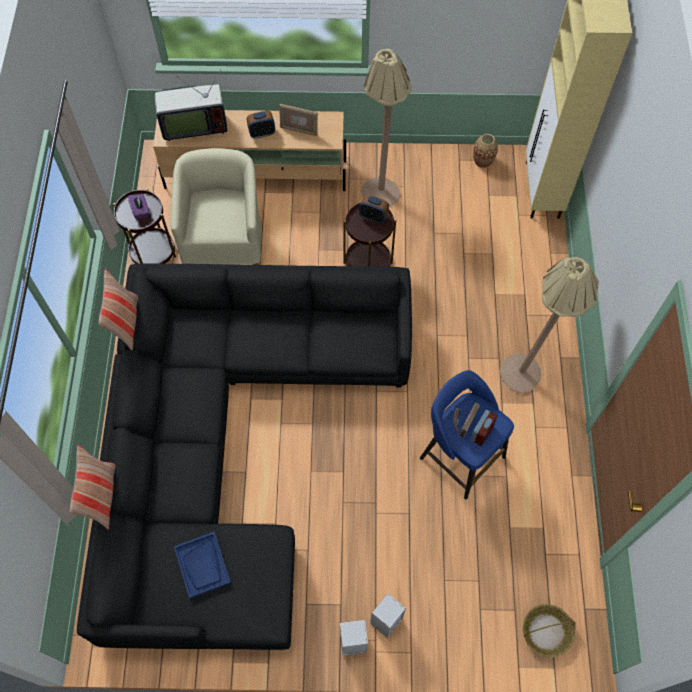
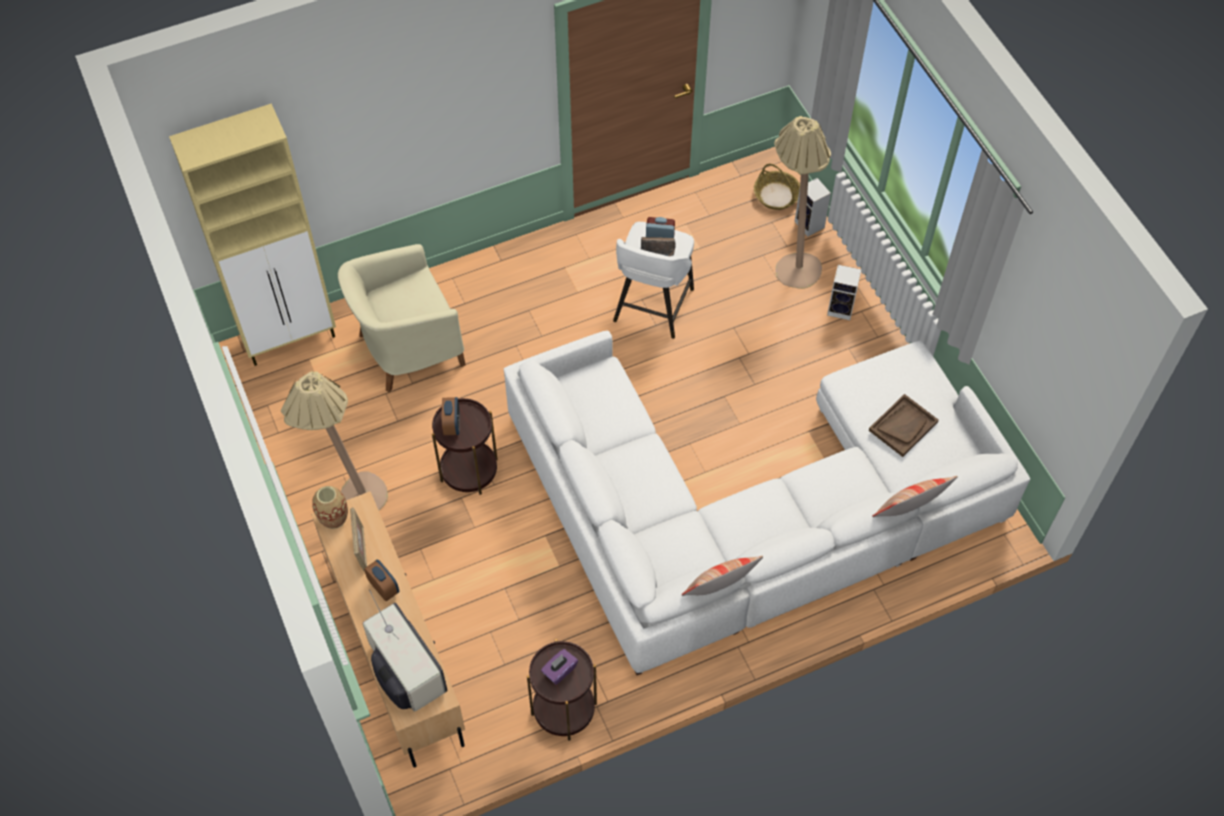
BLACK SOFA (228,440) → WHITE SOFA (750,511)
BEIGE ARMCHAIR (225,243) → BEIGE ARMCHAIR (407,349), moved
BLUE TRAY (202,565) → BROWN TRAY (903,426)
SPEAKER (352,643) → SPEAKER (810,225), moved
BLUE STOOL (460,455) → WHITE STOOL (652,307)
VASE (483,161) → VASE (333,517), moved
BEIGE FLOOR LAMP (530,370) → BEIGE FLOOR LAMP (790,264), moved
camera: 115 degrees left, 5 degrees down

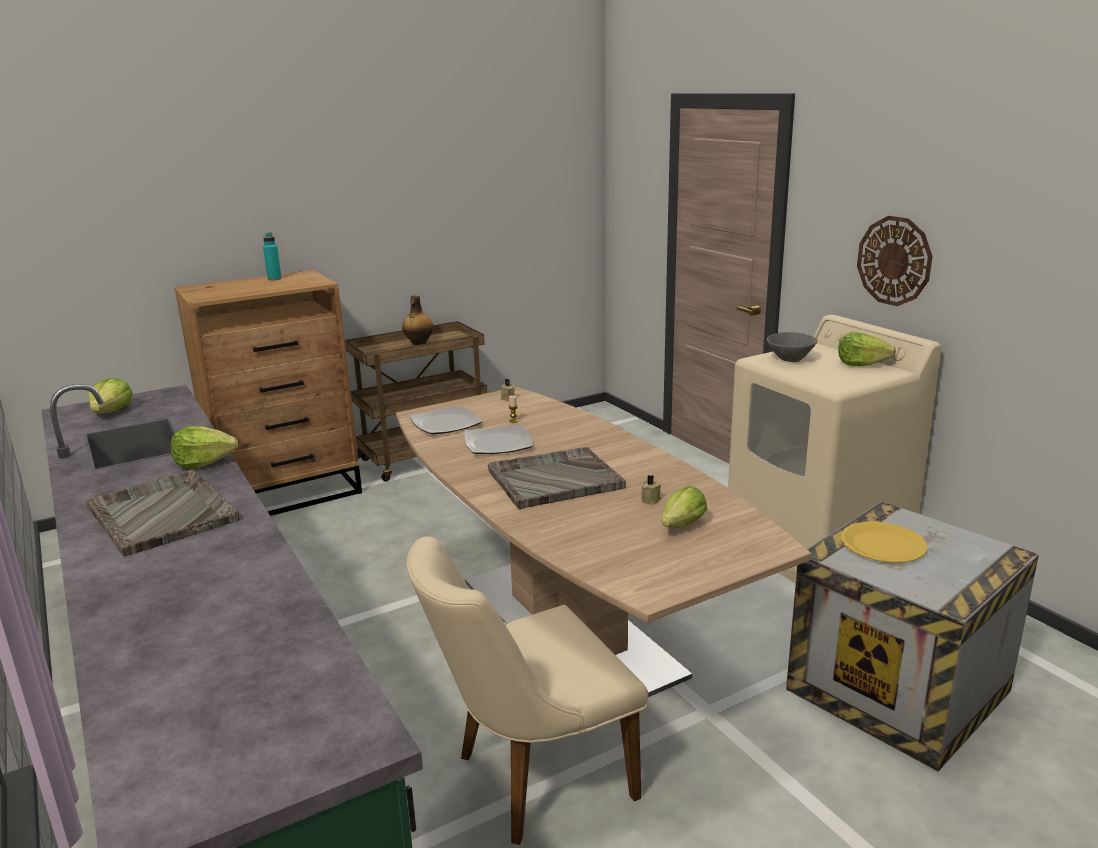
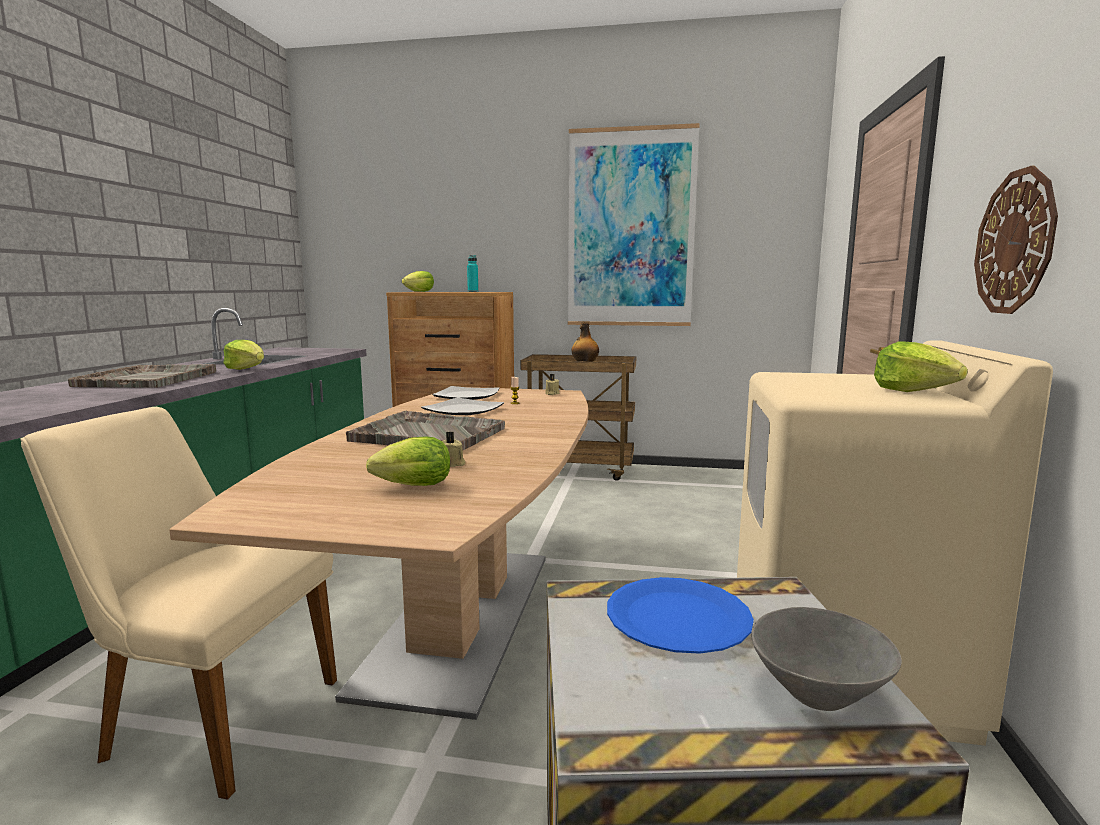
LETTUCE (112,412) → LETTUCE (419,291), moved
GREY BOWL (790,359) → GREY BOWL (816,693), moved
YELLOW PLATE (883,545) → BLUE PLATE (678,618)
- → PICTURE (630,229)
camera: 40 degrees right, 10 degrees down

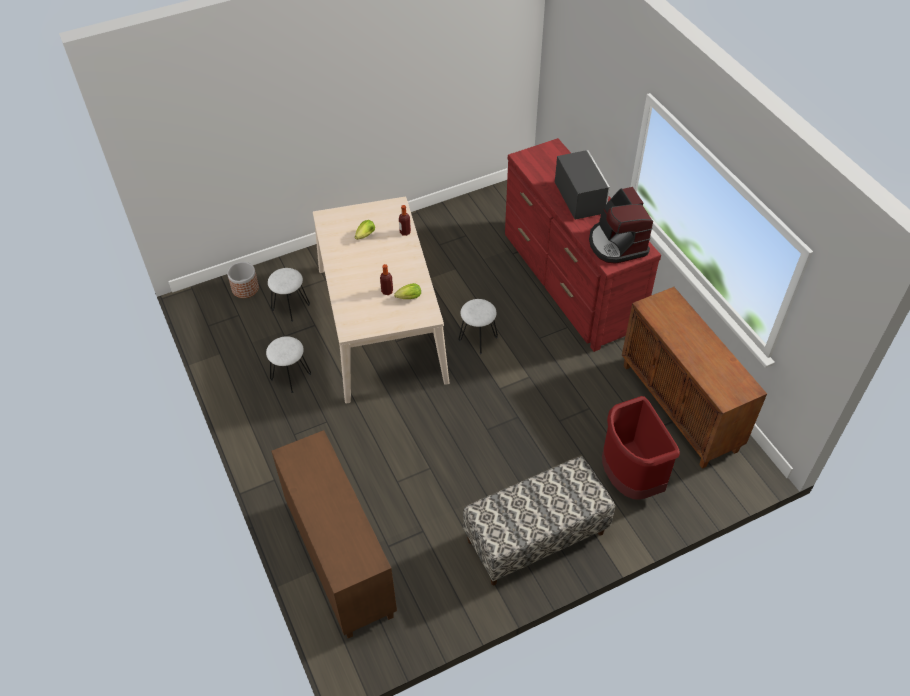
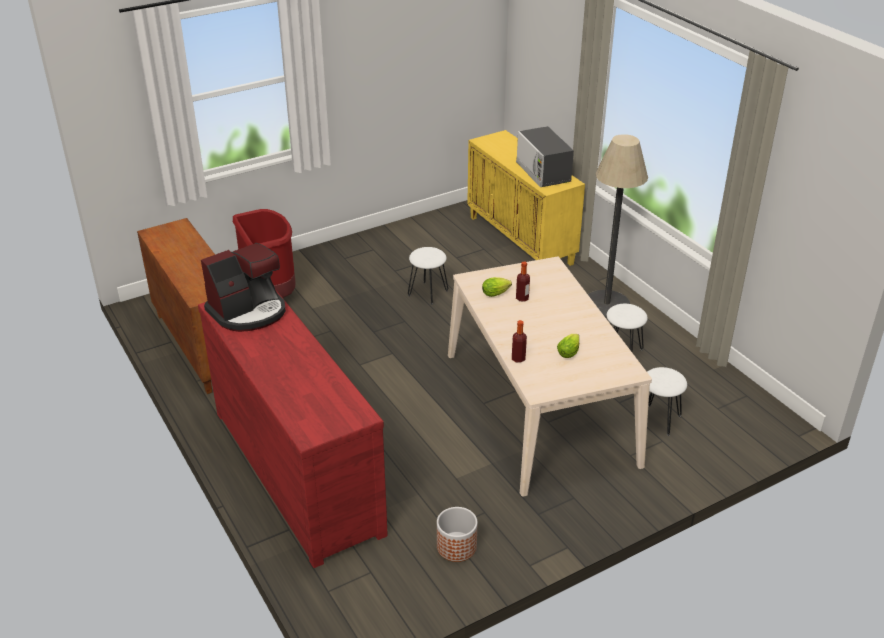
PLANTER (245,288) → PLANTER (456,547), moved
BROWN CABINET (339,560) → YELLOW CABINET (521,240)
WHITE STOOL (478,339) → WHITE STOOL (427,293), moved
BENCH (535,537) → -
MICROWAVE (579,198) → MICROWAVE (543,173), moved
COFFEE MACHINE (616,244) → COFFEE MACHINE (248,312), 75 degrees clockwise
- → FLOOR LAMP (607,304)
camera: 175 degrees right, 15 degrees down

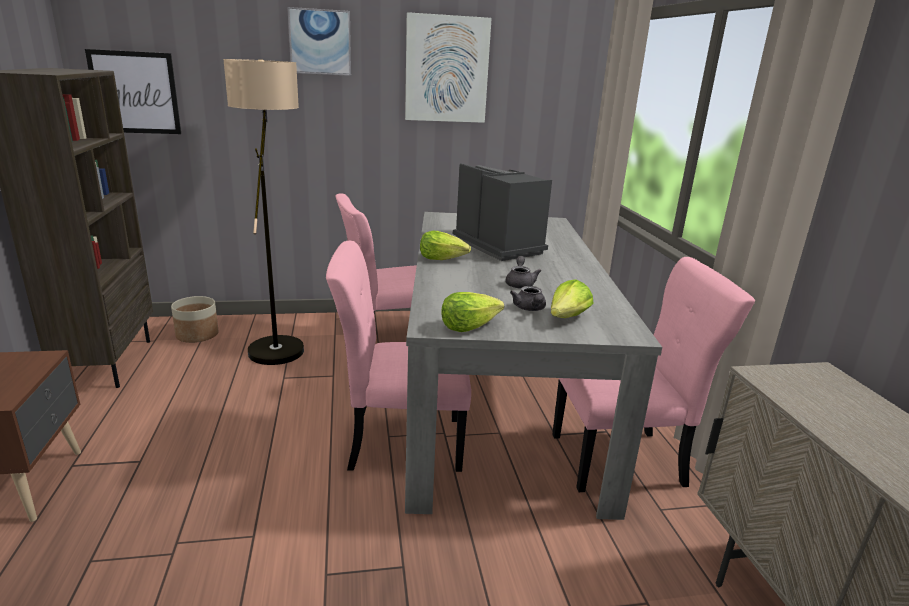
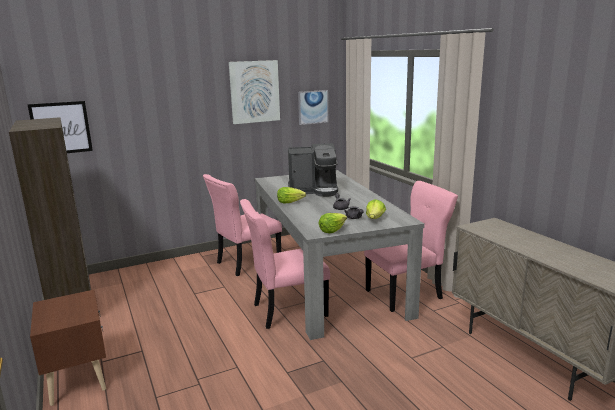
PLANTER (197,335) → -
FLOOR LAMP (279,342) → -
PICTURE (320,42) → PICTURE (313,107), moved
COFFEE MACHINE (499,246) → COFFEE MACHINE (314,190), 135 degrees clockwise
camera: 15 degrees left, 5 degrees down

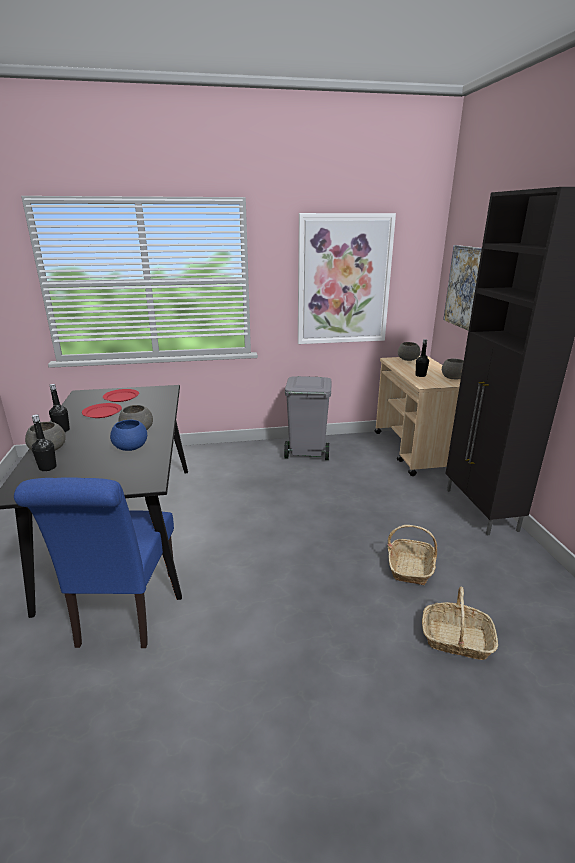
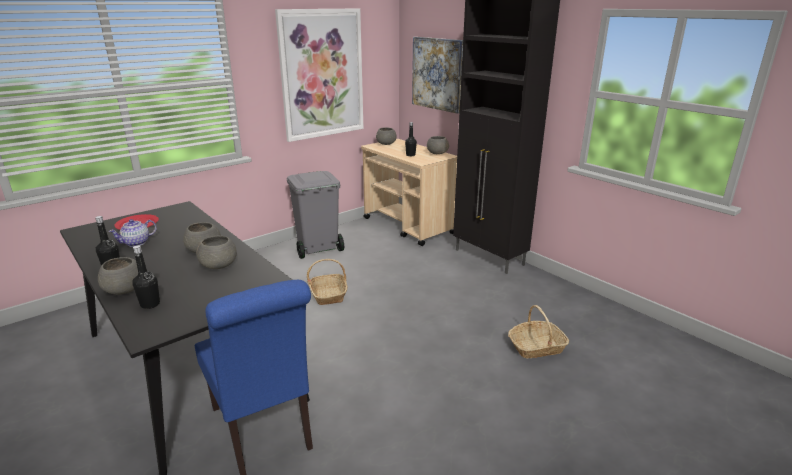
RED PLATE (102,412) → TEAPOT (136,243)
BLUE BOWL (131,448) → GREY BOWL (219,265)
BASKET (410,567) → BASKET (328,294), moved
camera: 30 degrees left, 0 degrees up

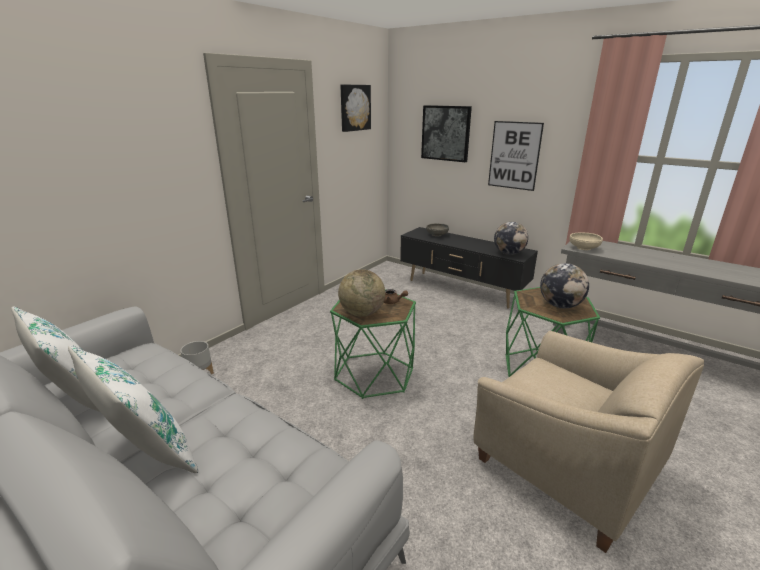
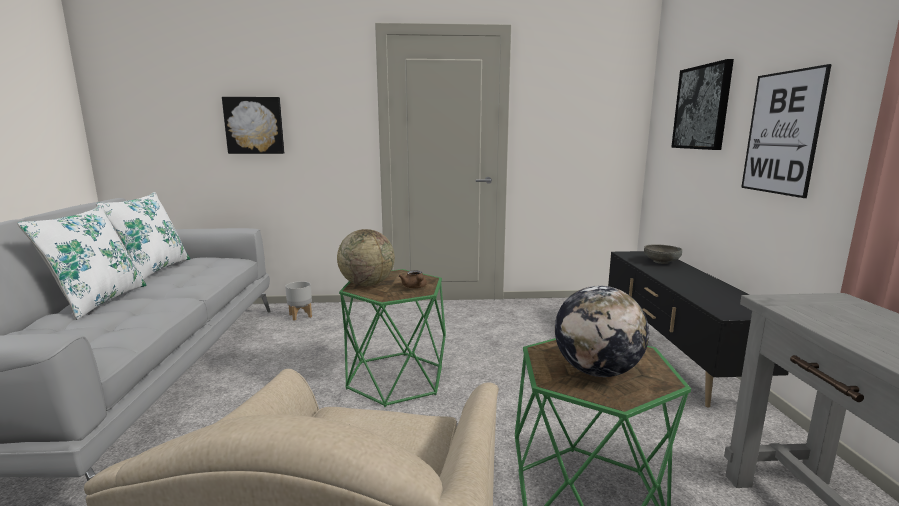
PICTURE (354,108) → PICTURE (254,125), moved
GLOBE (509,253) → -
BEIGE BOWL (584,248) → -
camera: 50 degrees right, 10 degrees down

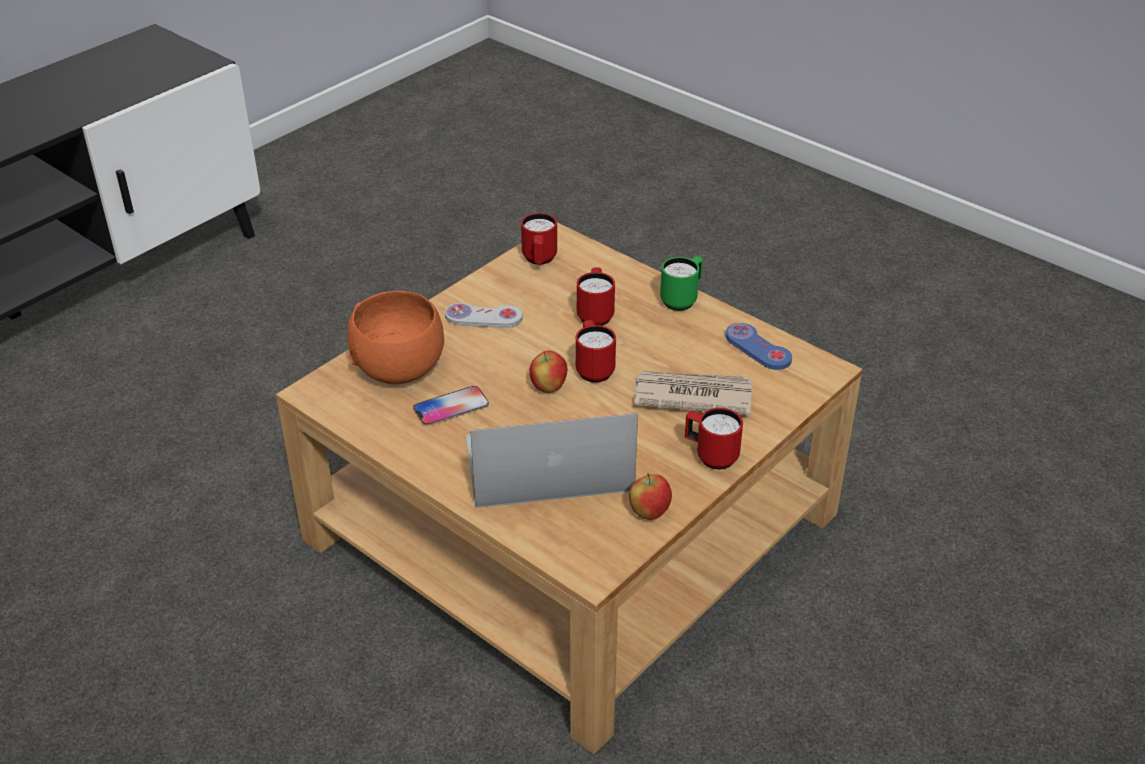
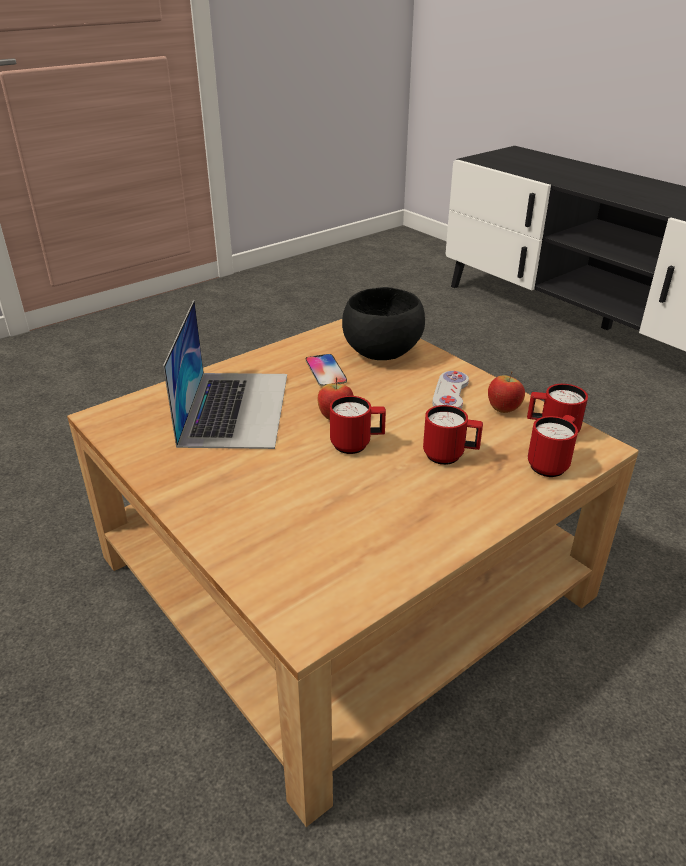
ORANGE BOWL (400,370) → BLACK BOWL (381,353)
APPLE (649,513) → APPLE (503,410), moved
NEWSPAPER (691,395) → -
GREEN MUG (682,299) → -
RED MUG (710,456) → RED MUG (550,464), moved
BLUE GAME CONTROLLER (758,348) → -
camera: 100 degrees right, 5 degrees down

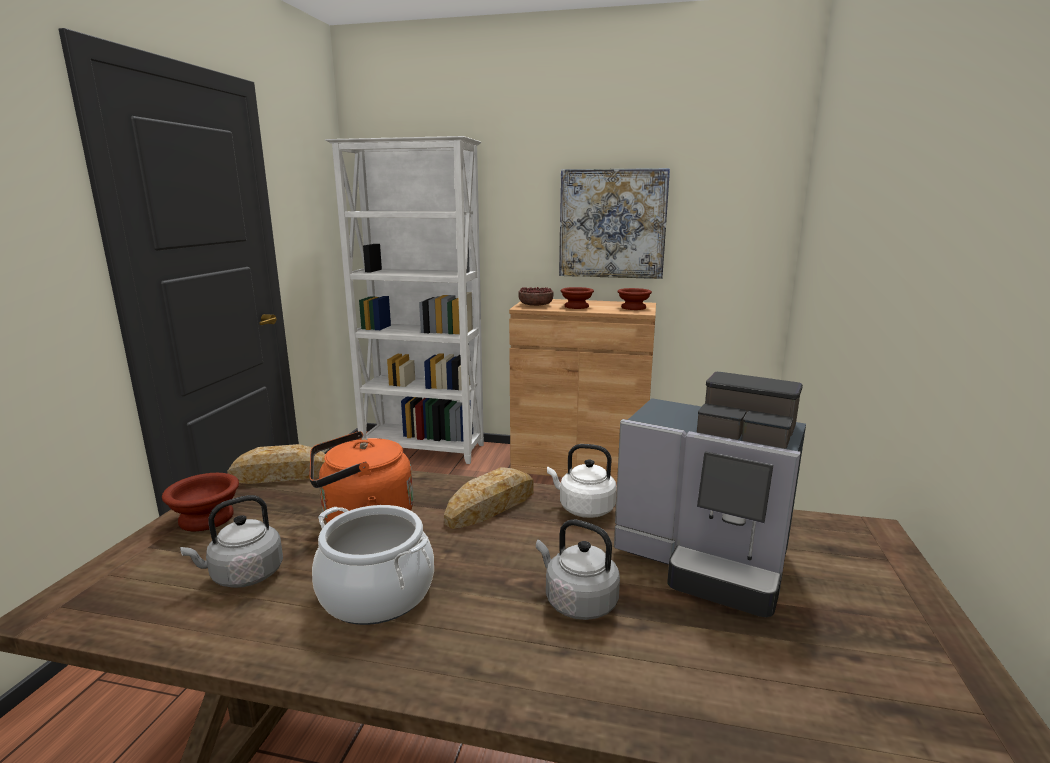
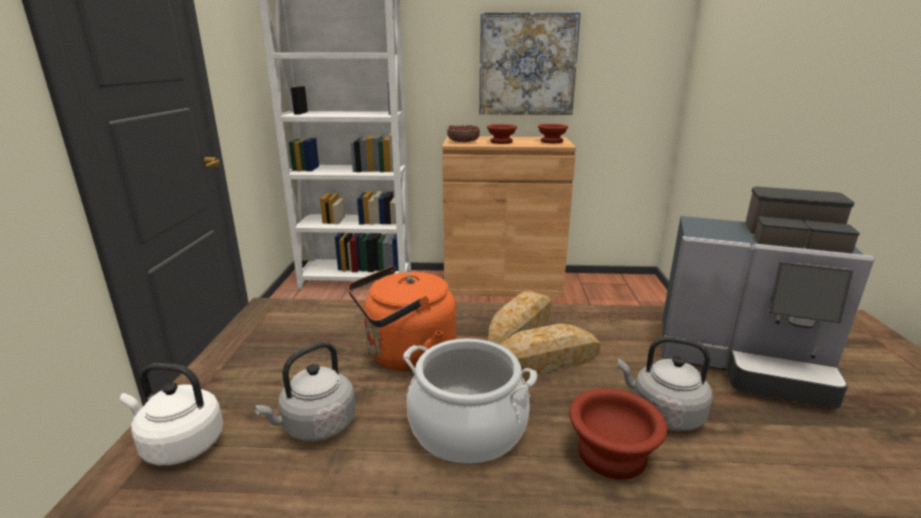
BROWN BOWL (204,518) → BROWN BOWL (608,454), moved
BREAD (282,474) → BREAD (546,361), moved
WHITE KETTLE (583,508) → WHITE KETTLE (179,445), moved
camera: 10 degrees left, 5 degrees up

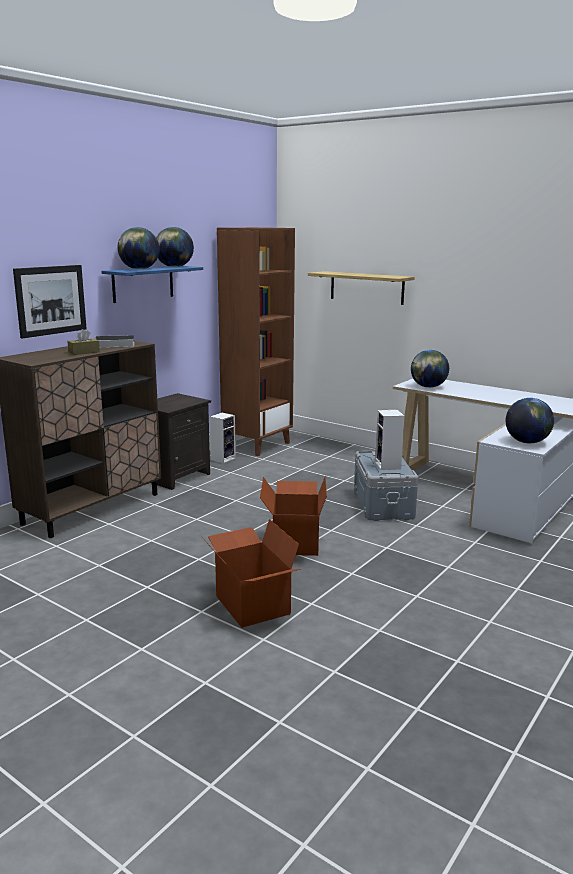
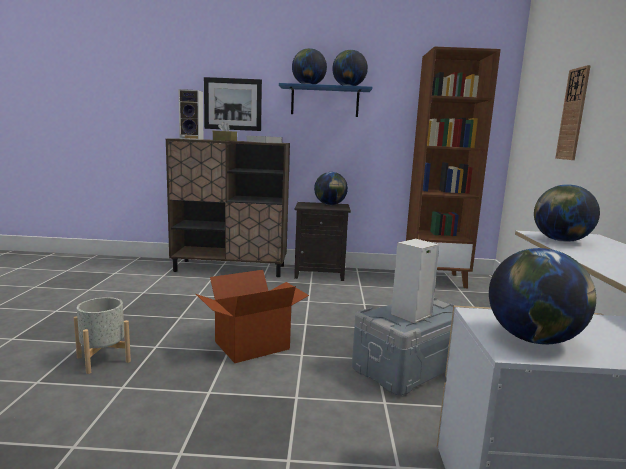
CARDBOARD BOX (251,605) → GREY PLANTER (104,359)
SPEAKER (223,458) → SPEAKER (192,139), moved
SHELF (366,287) → WALL CLOCK (573,114)
- → GLOBE (330,204)
camera: 55 degrees right, 5 degrees down

